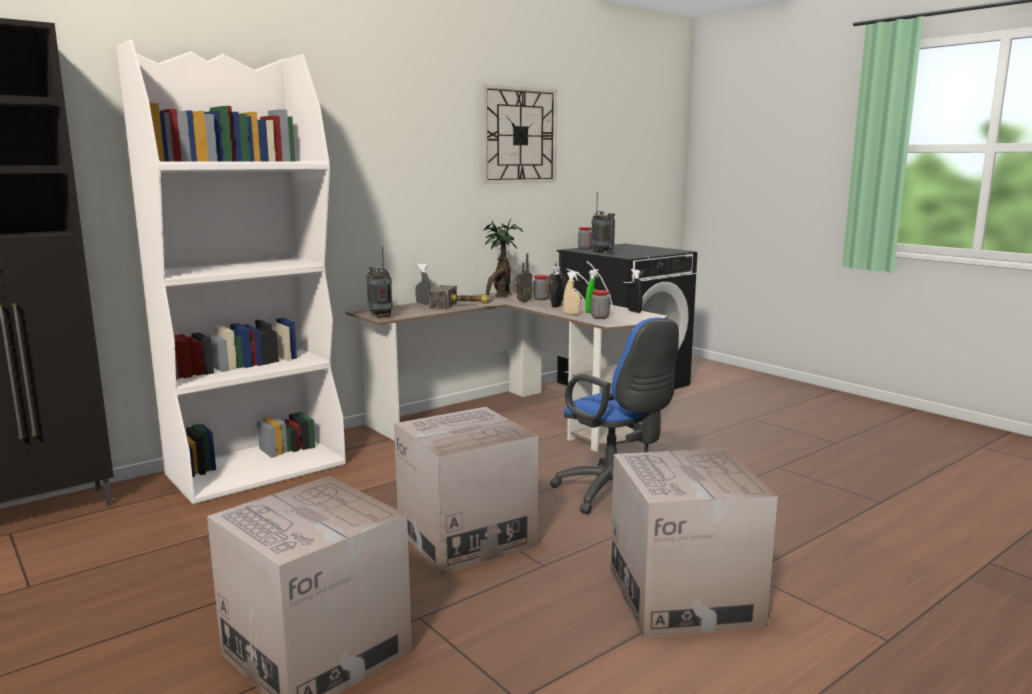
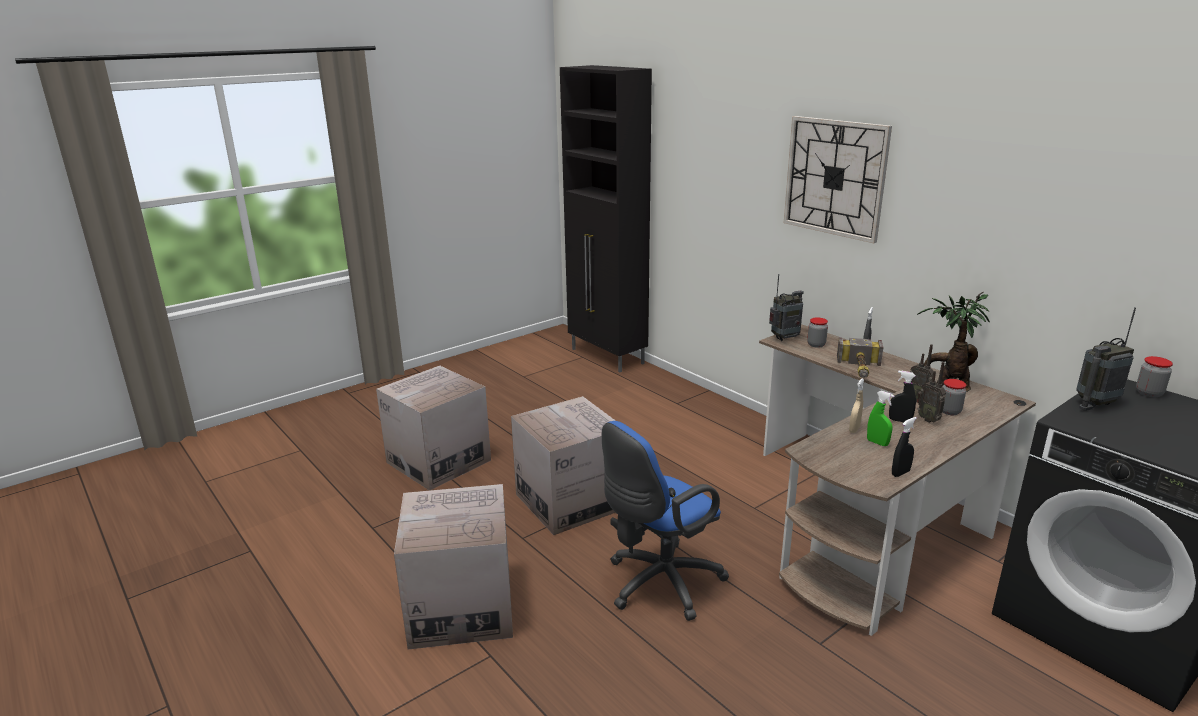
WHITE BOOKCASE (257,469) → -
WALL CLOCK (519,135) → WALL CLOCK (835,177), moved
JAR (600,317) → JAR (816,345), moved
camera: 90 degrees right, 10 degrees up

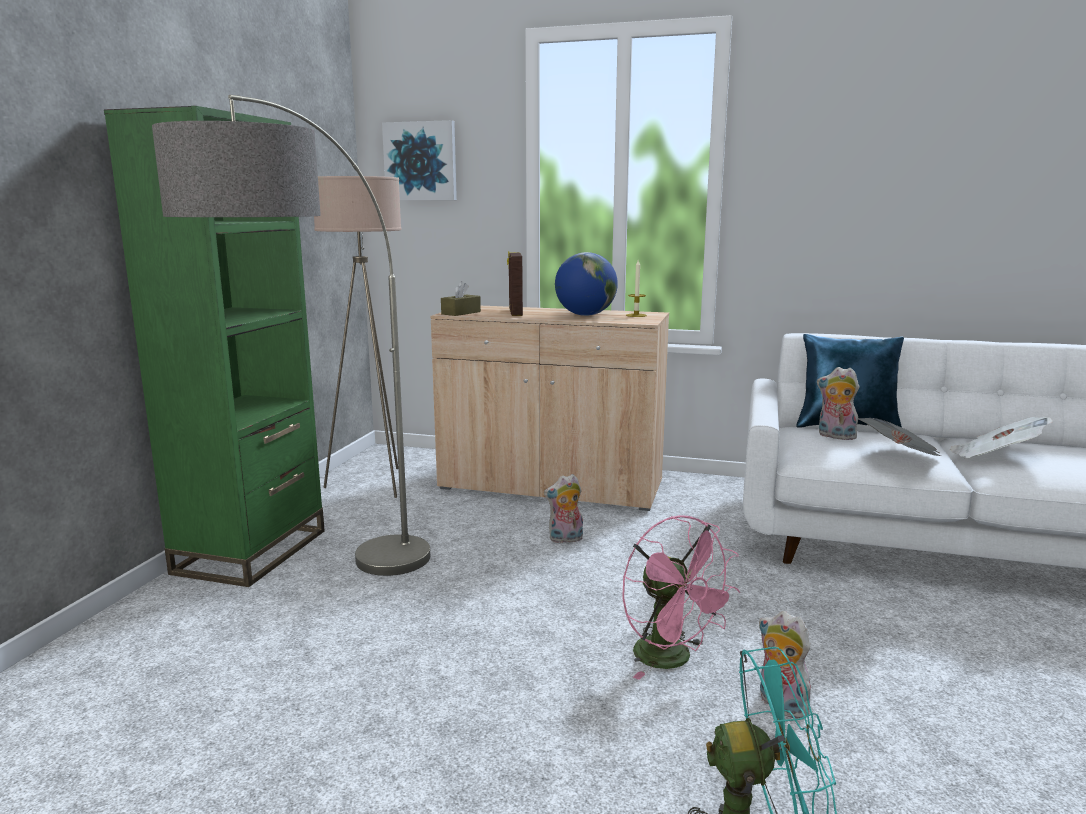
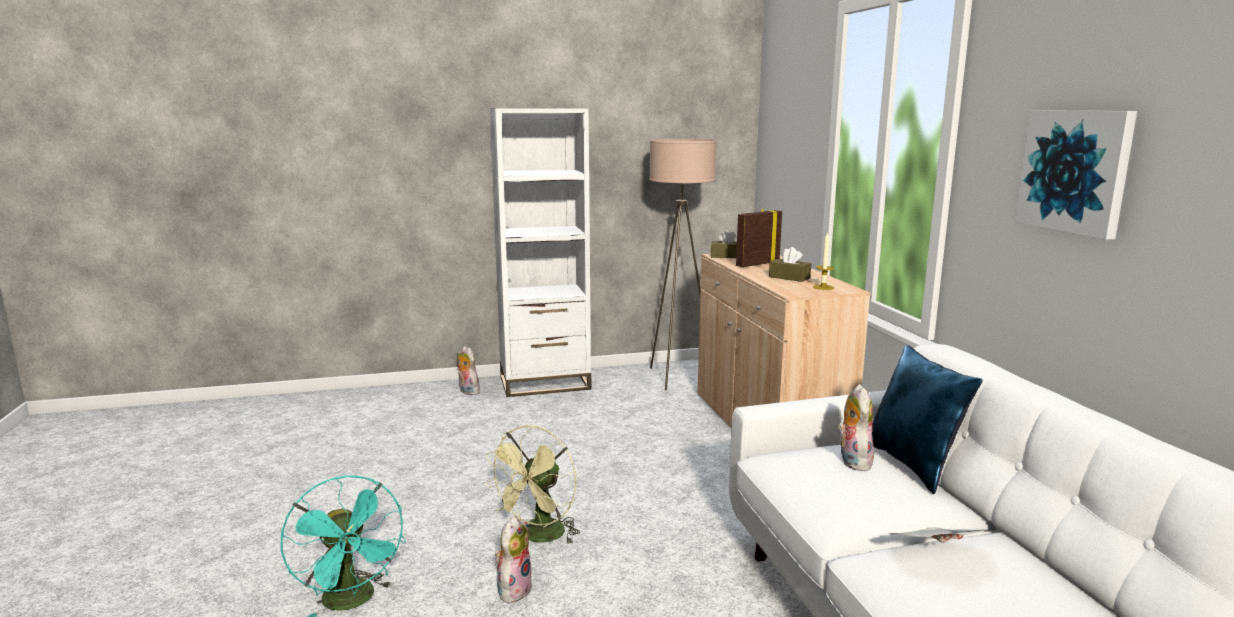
GREEN BOOKCASE (251,551) → WHITE BOOKCASE (545,383)
FLOOR LAMP (323,596) → -
PICTURE (420,161) → PICTURE (1074,171), moved
PLUSH TOY (565,539) → PLUSH TOY (467,391), moved
GLOBE (585,315) → BROWN TISSUE BOX (789,277)
PINK FAN (672,660) → GREEN FAN (538,537)
NEWSPAPER (900,458) → -
camera: 60 degrees right, 0 degrees up

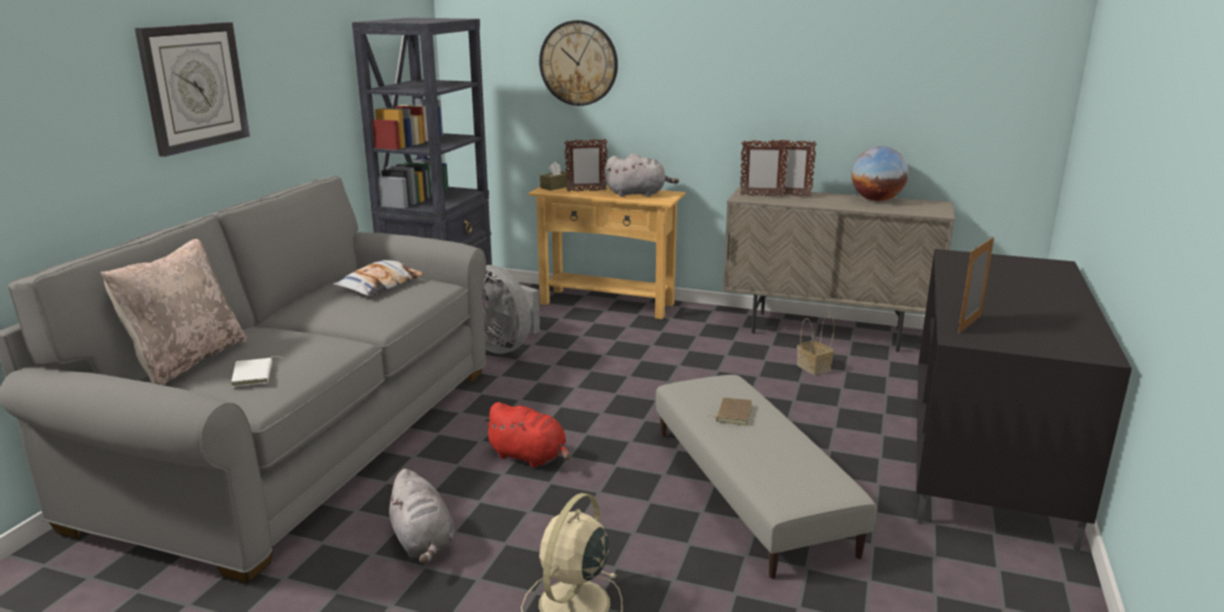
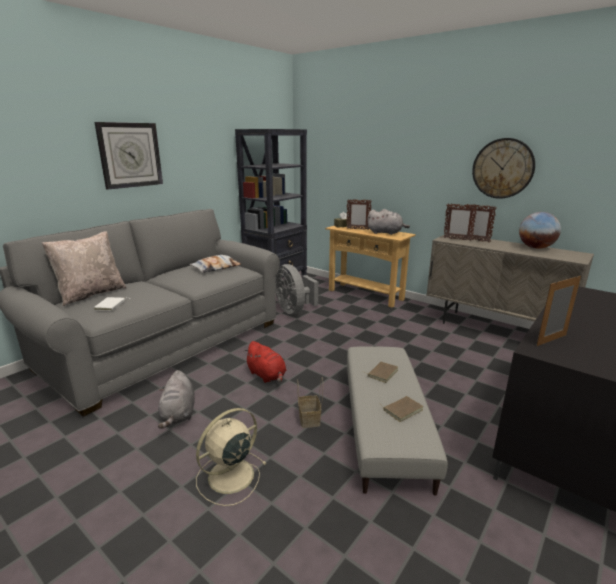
WALL CLOCK (578,63) → WALL CLOCK (502,168), moved
BASKET (814,368) → BASKET (310,419), moved
- → BROWN BOOK (402,409)
camera: 20 degrees right, 0 degrees up

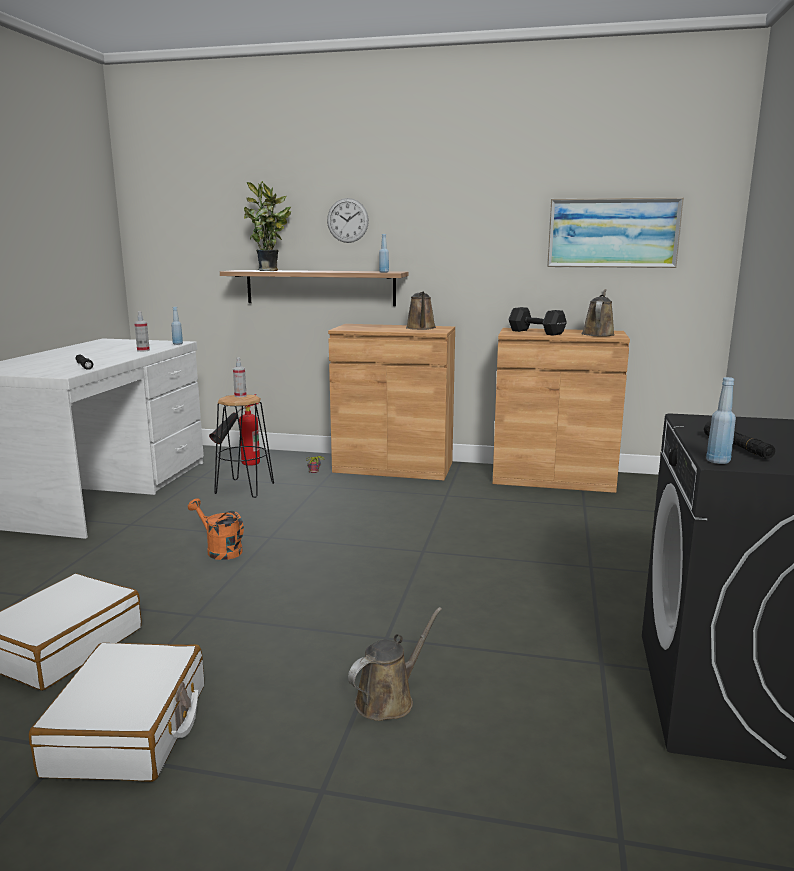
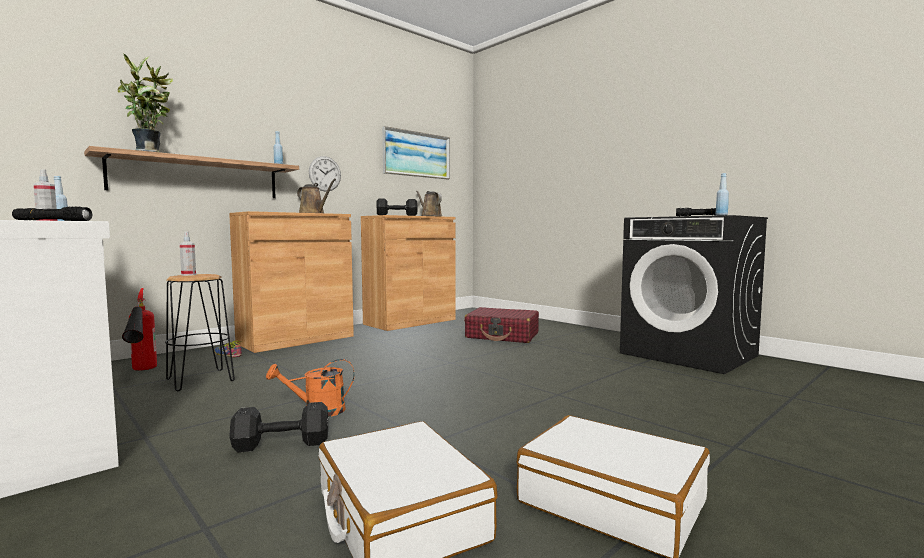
WALL CLOCK (347,220) → WALL CLOCK (325,174), moved
BROWN WATERING CAN (389,699) → -
- → BLACK DUMBBELL (279,444)
- → RED SUITCASE (502,336)
camera: 55 degrees left, 10 degrees down

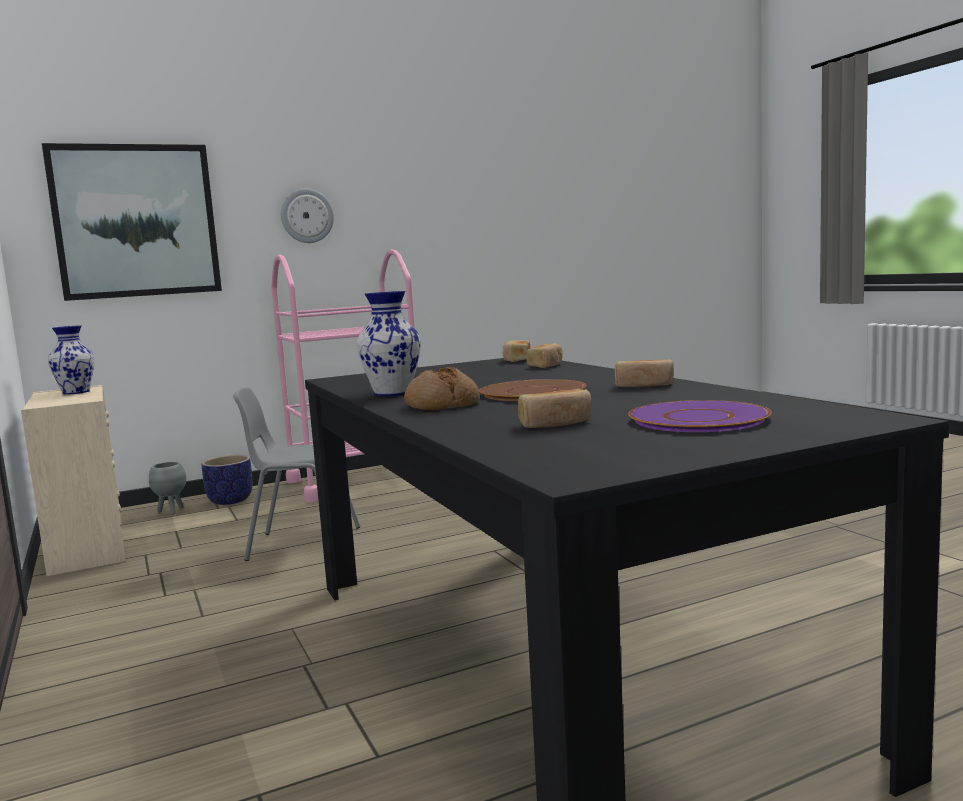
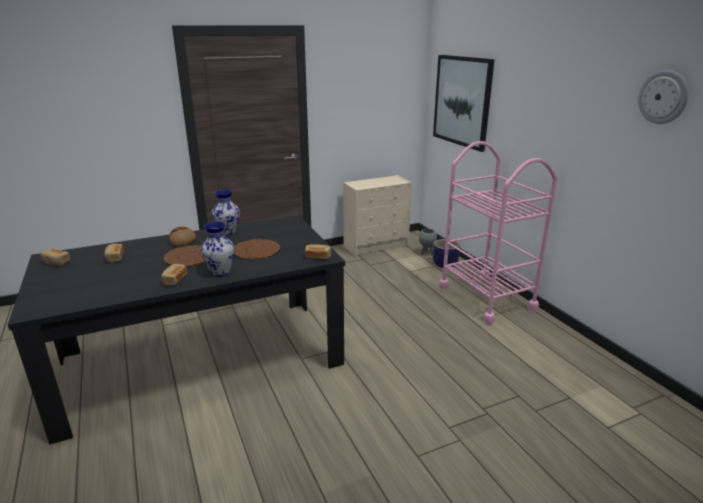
VASE (77,392) → VASE (220,272), moved
GREY CHAIR (303,543) → -
WALL CLOCK (307,216) → WALL CLOCK (663,97), moved
BREAD (546,365) → BREAD (56,262), moved
PURPLE PLATE (697,419) → -
- → BROWN PLATE (256,250)
camera: 90 degrees right, 15 degrees up

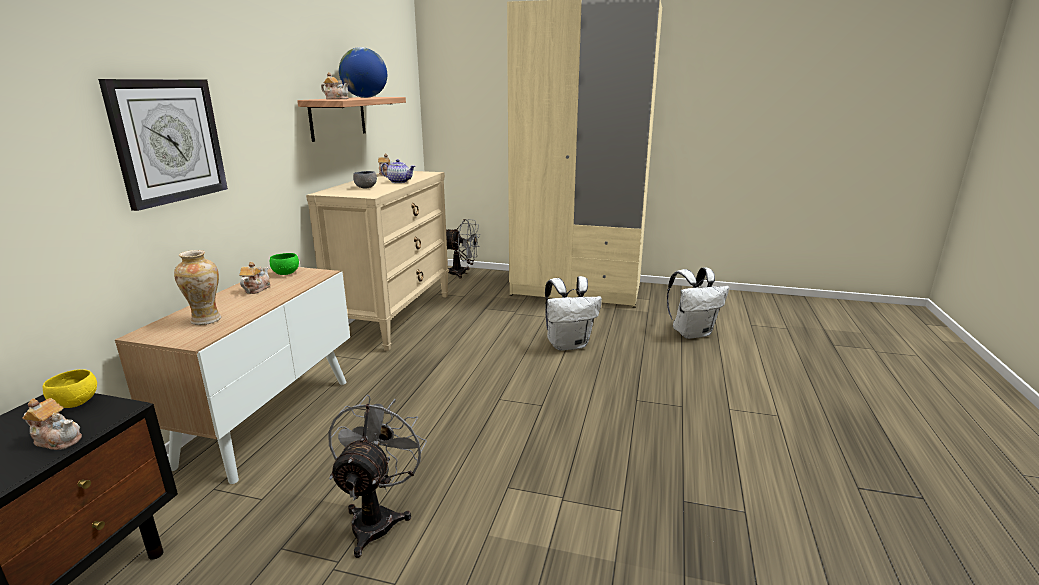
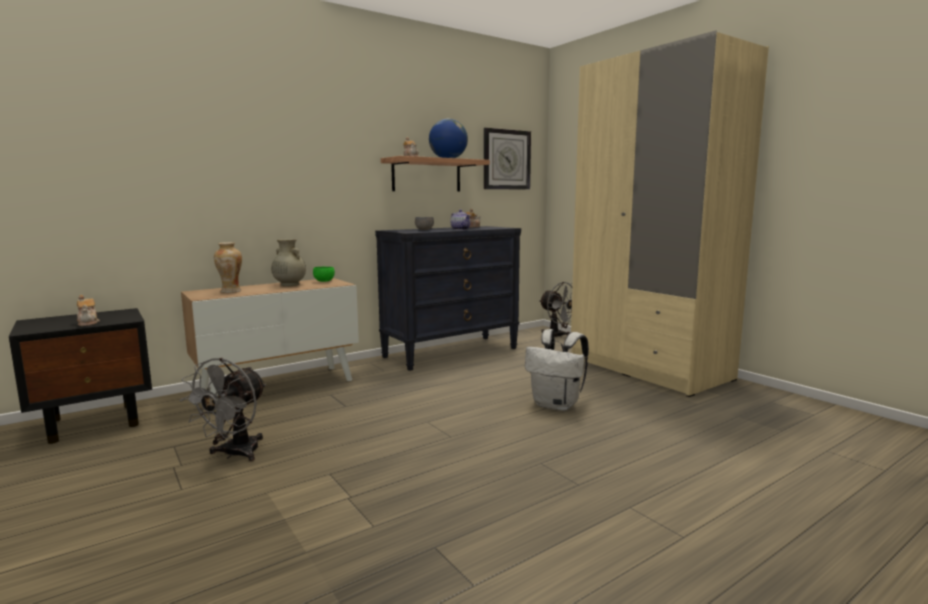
YELLOW BOWL (74,403) → -
WALL CLOCK (168,141) → WALL CLOCK (506,159), moved
TEAPOT (256,289) → BEIGE VASE (289,284)
BEIGE DRESSER (394,317) → BLACK DRESSER (451,352)
GREY FAN (377,518) → GREY FAN (234,454), 150 degrees clockwise
WHITE BACKPACK (692,333) → -
camera: 40 degrees right, 10 degrees down

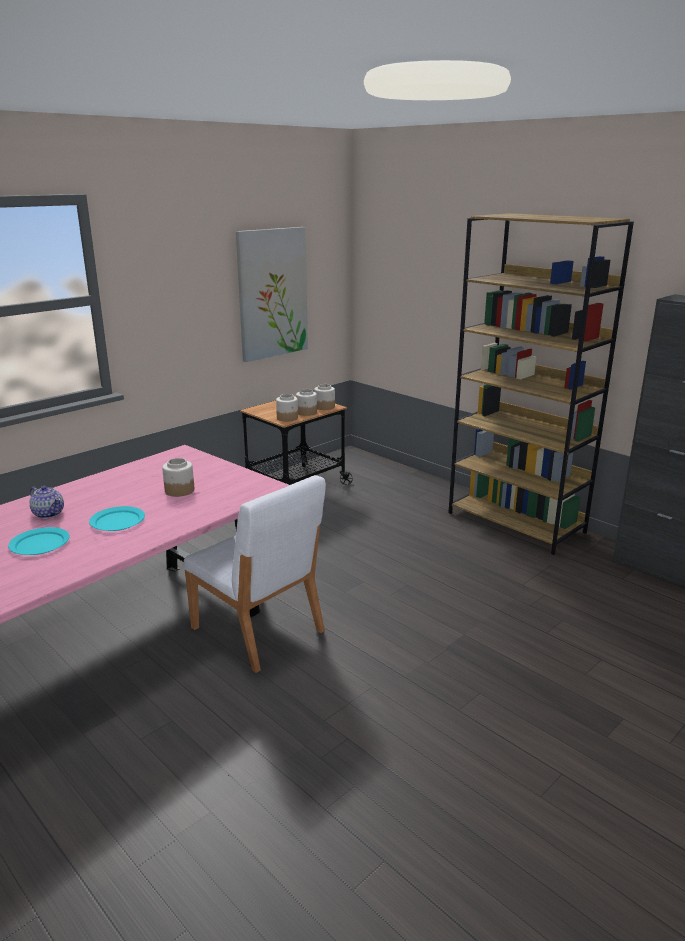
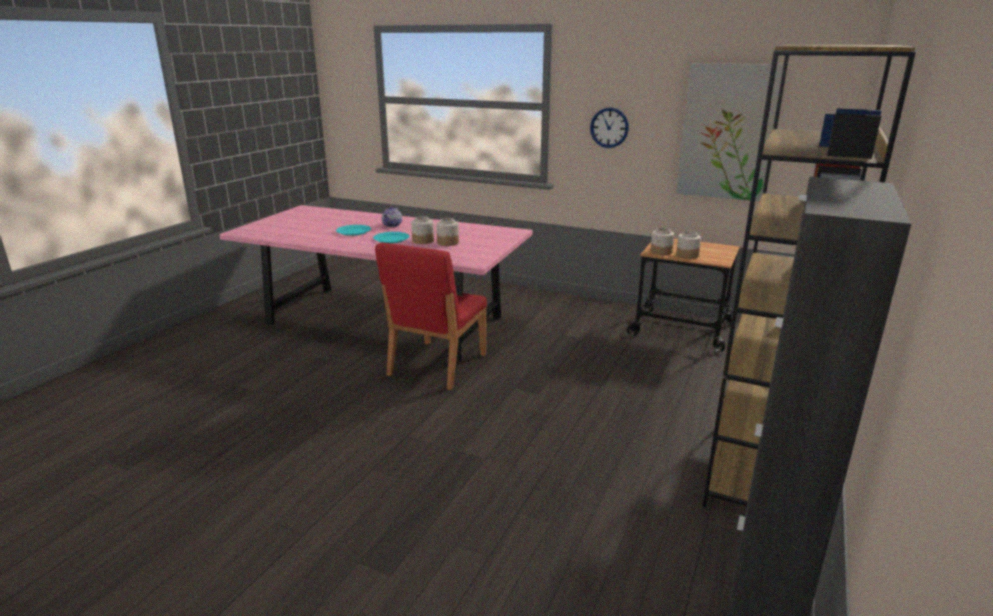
WHITE CHAIR (258,630) → RED CHAIR (436,365)
JAR (324,407) → JAR (423,241), moved
- → WALL CLOCK (609,127)
camera: 70 degrees right, 0 degrees up

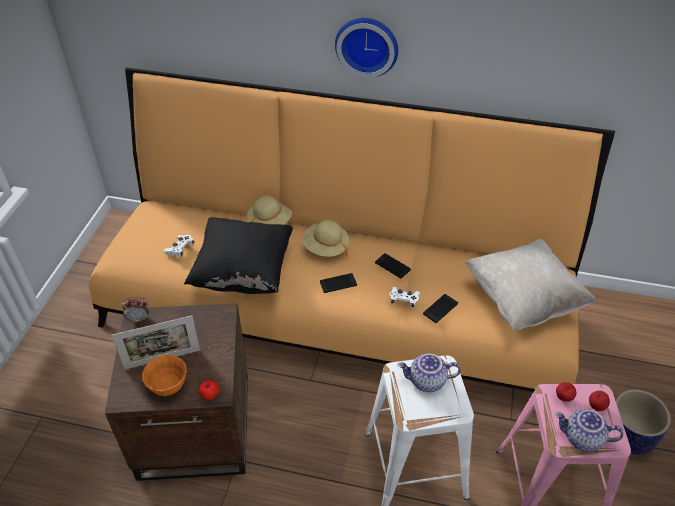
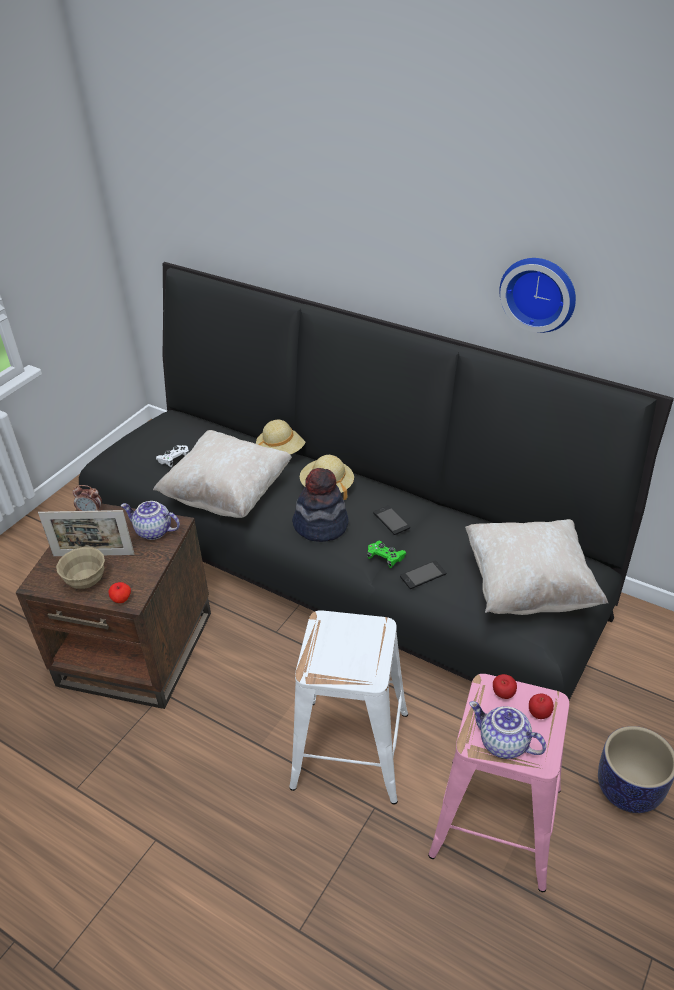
ORANGE SOFA (337,306) → BLACK SOFA (339,562)
ORANGE BOWL (168,386) → BEIGE BOWL (86,581)
BLACK PILLOW (243,272) → BEIGE PILLOW (227,494)
PHONE (338,283) → HAT (321,525)
WALL CLOCK (367,45) → WALL CLOCK (539,292), moved
WHITE GAME CONTROLLER (404,300) → GREEN GAME CONTROLLER (385,558)
TEAPOT (427,382) → TEAPOT (153,531), moved
camera: 20 degrees right, 5 degrees down

